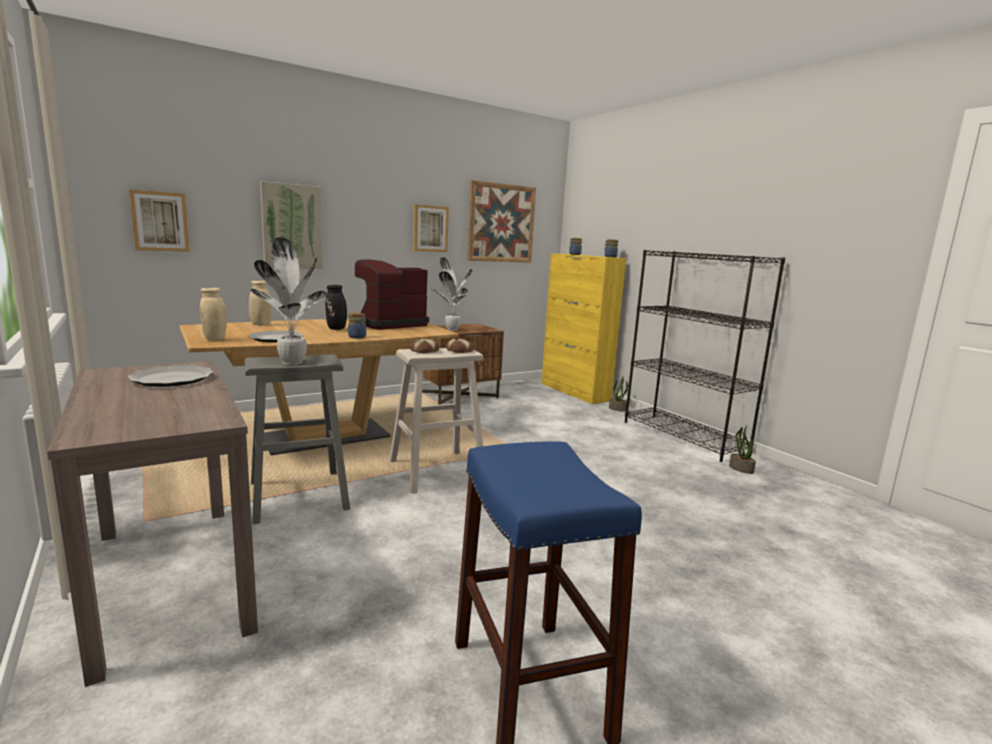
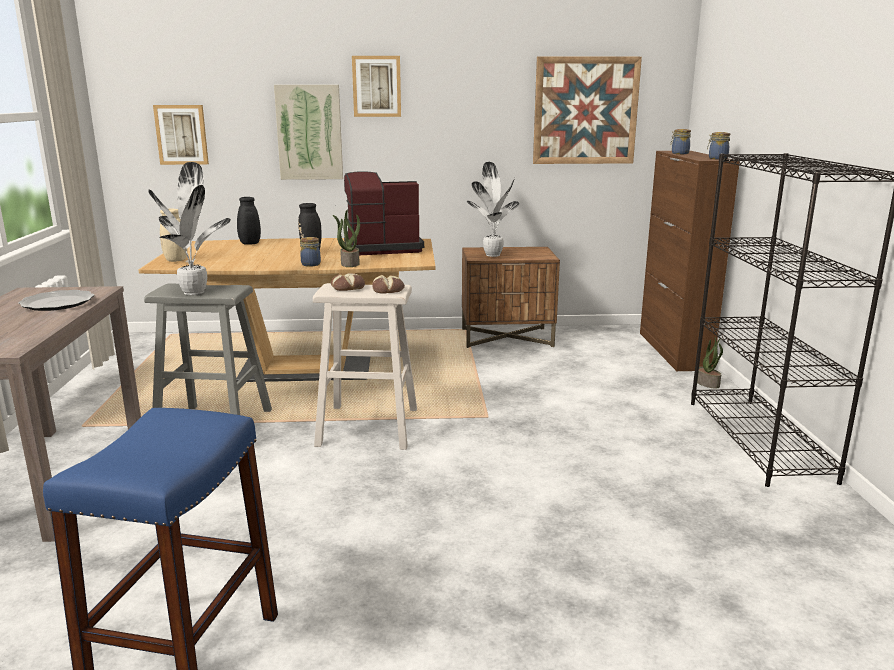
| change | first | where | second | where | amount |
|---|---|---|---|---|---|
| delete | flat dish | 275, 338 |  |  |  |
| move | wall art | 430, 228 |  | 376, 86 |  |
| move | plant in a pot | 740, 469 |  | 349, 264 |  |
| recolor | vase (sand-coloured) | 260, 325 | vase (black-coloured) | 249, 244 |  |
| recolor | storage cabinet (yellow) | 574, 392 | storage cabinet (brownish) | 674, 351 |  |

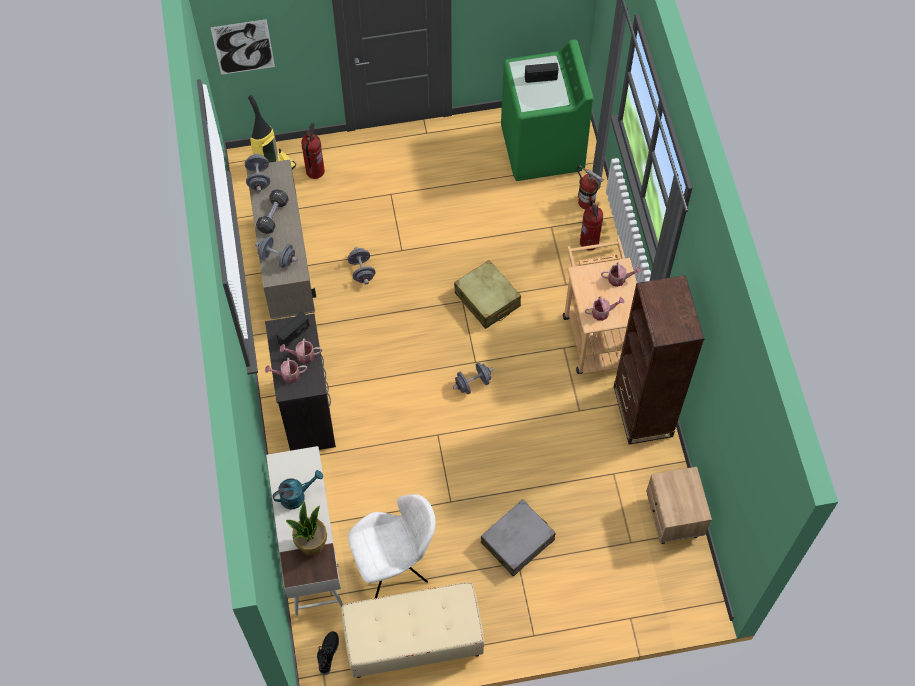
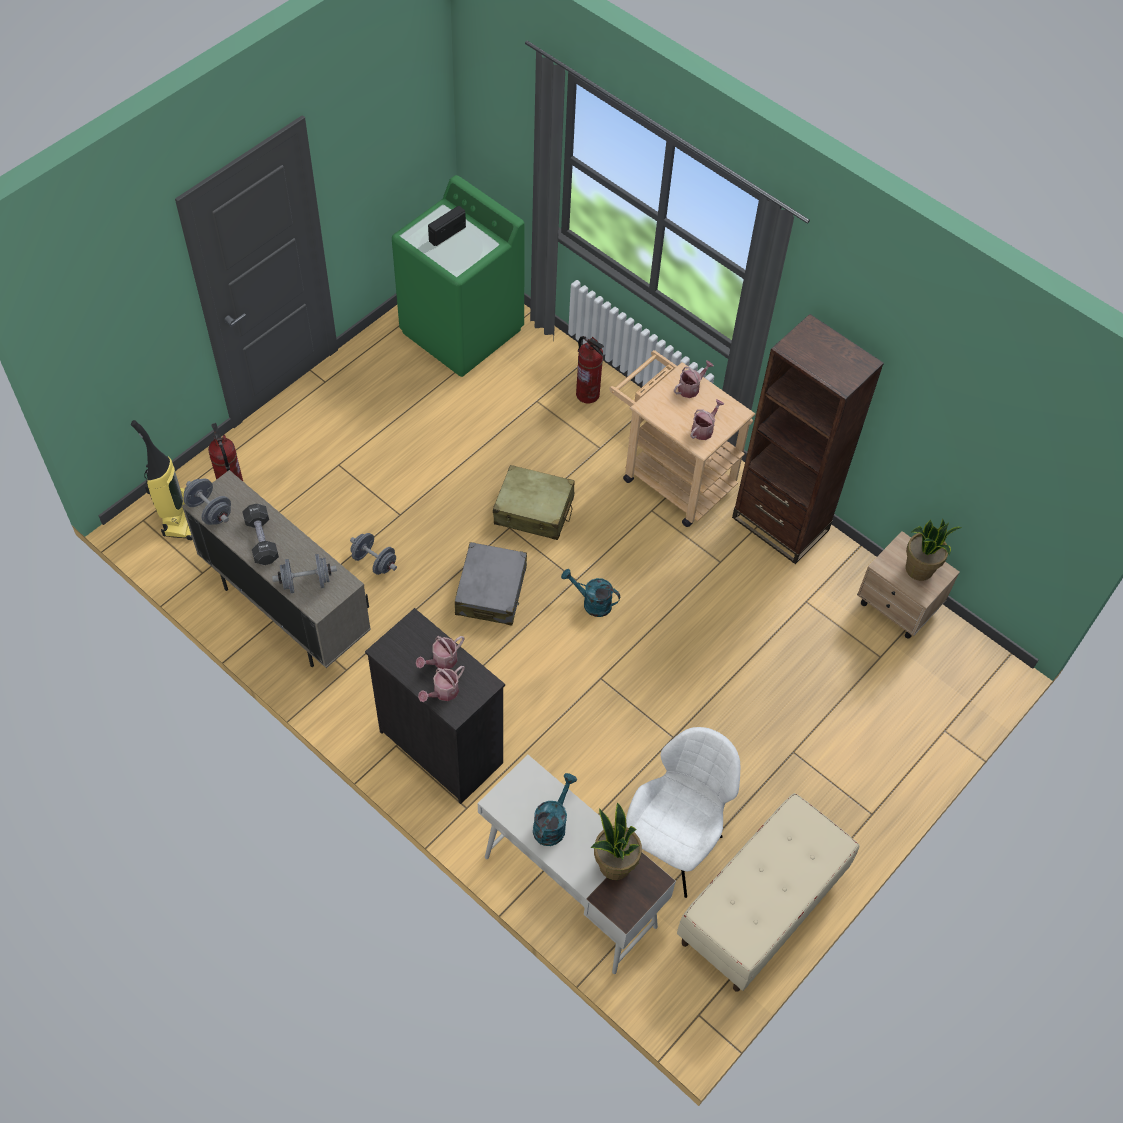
| change | first | where | second | where | amount |
|---|---|---|---|---|---|
| delete | wall art | 243, 47 |  |  |  |
| delete | radio receiver | 294, 334 |  |  |  |
| delete | high-top boot (black-coloured) | 328, 653 |  |  |  |
| delete | extinguisher | 586, 202 |  |  |  |
| insert |  |  | plant in a pot | 919, 569 |  |
| move | piece of luggage (gray) | 518, 541 |  | 491, 591 |  |
| replace | hand weight (gray) | 473, 383 | watering pot (turquoise) | 592, 603 |  |

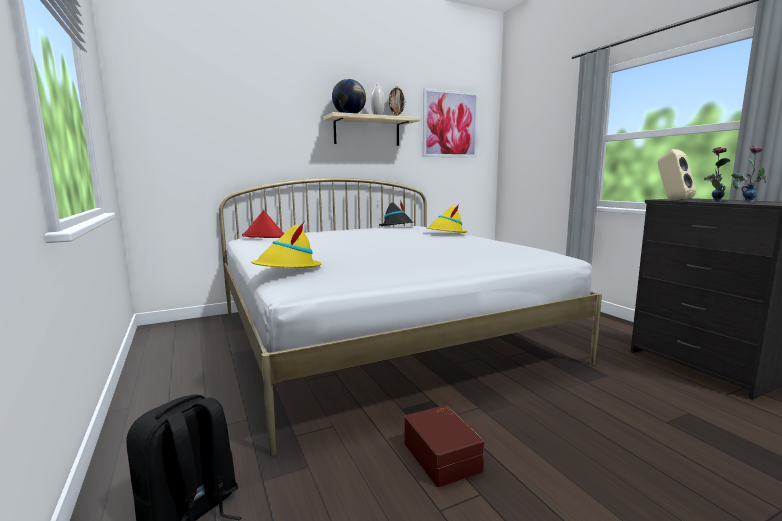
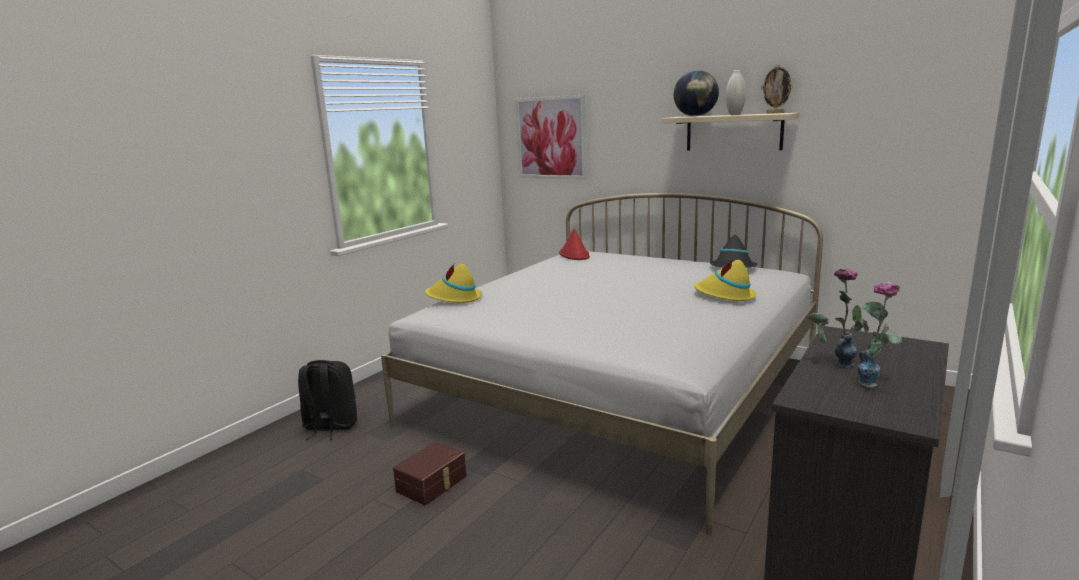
| change | first | where | second | where | amount |
|---|---|---|---|---|---|
| delete | loudspeaker (sand-coloured) | 672, 200 |  |  |  |
| move | wall art | 450, 124 |  | 551, 138 |  |

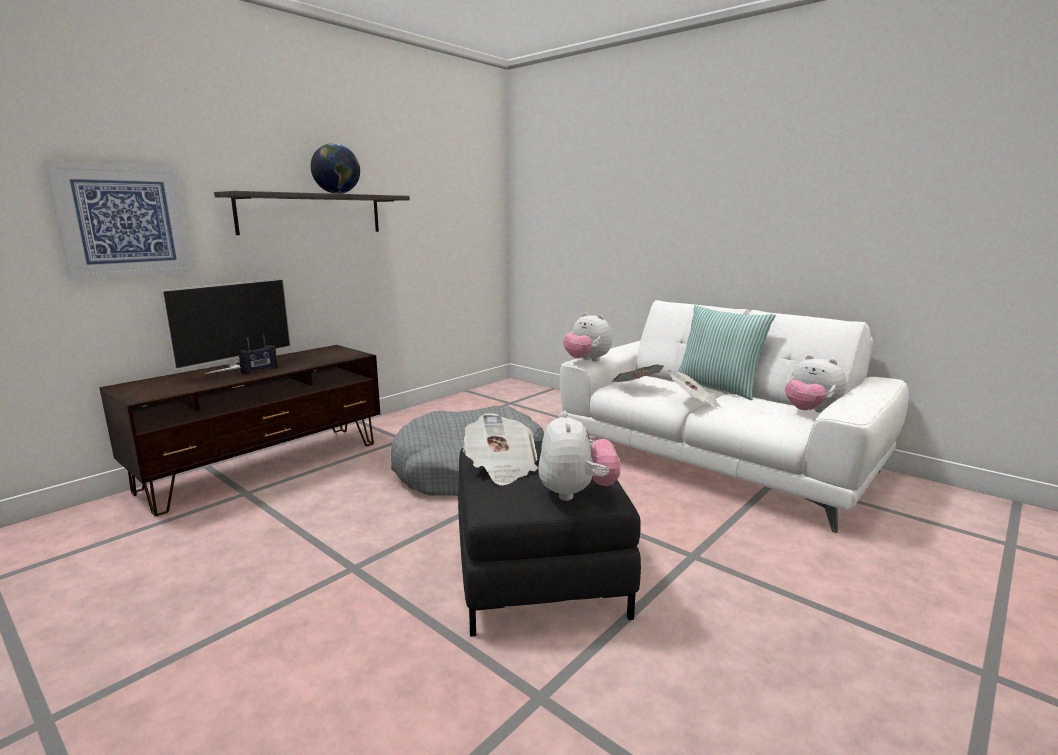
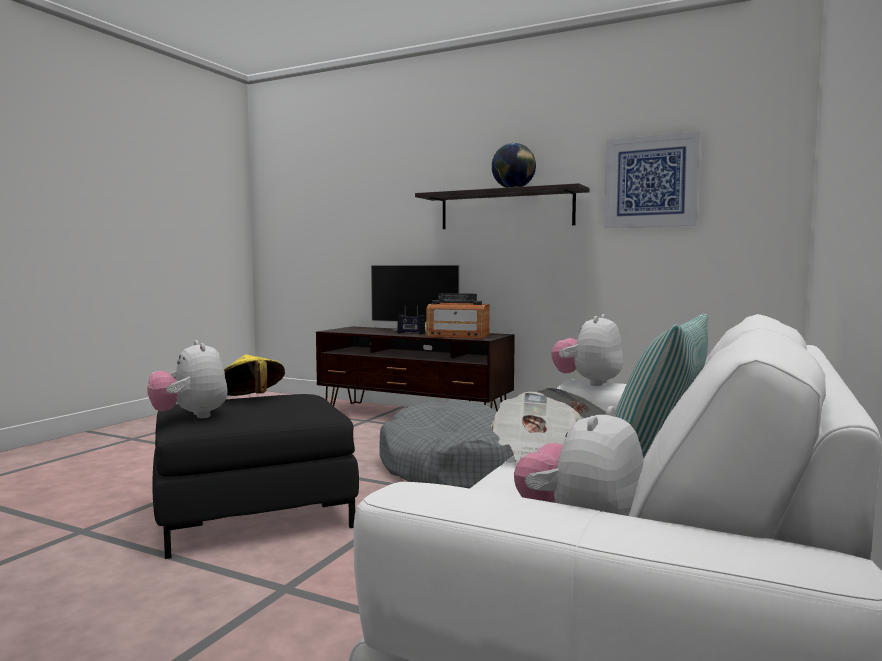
| change | first | where | second | where | amount |
|---|---|---|---|---|---|
| insert |  |  | radio receiver | 457, 336 |  |
| move | wall art | 124, 221 |  | 650, 182 |  |
| replace | daily paper | 501, 468 | wearable hat (yellow) | 250, 399 |  |
| rotate | cuddly toy | 576, 493 |  | 190, 416 | 75 degrees clockwise |

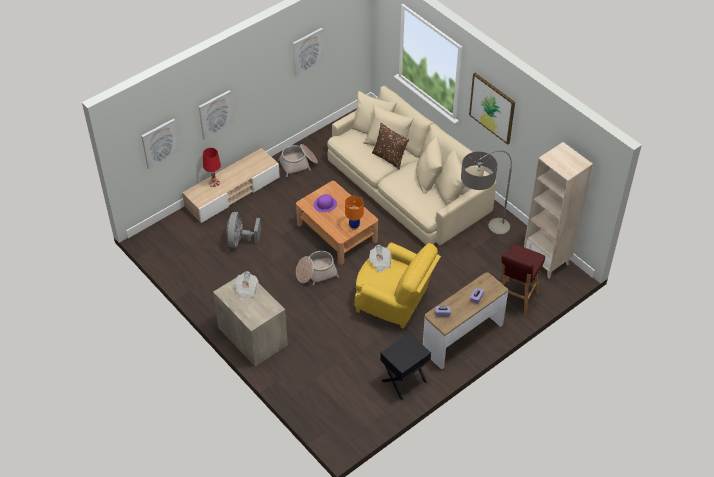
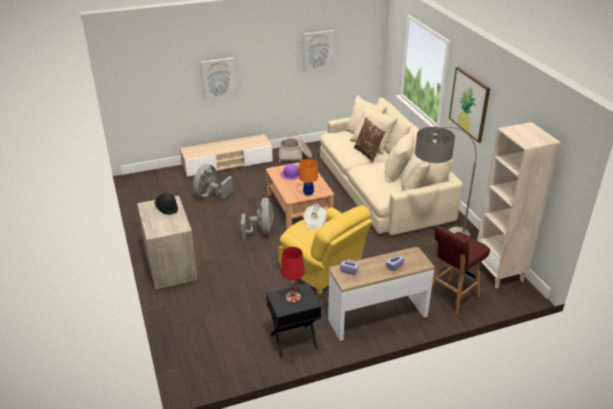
| change | first | where | second | where | amount |
|---|---|---|---|---|---|
| delete | wall art | 160, 143 |  |  |  |
| move | table lamp (red-coloured) | 214, 182 |  | 292, 297 |  |
| replace | daily paper | 246, 290 | wearable hat (black-coloured) | 167, 208 |  |
| replace | basket | 316, 273 | fan (gray) | 261, 231 |  |

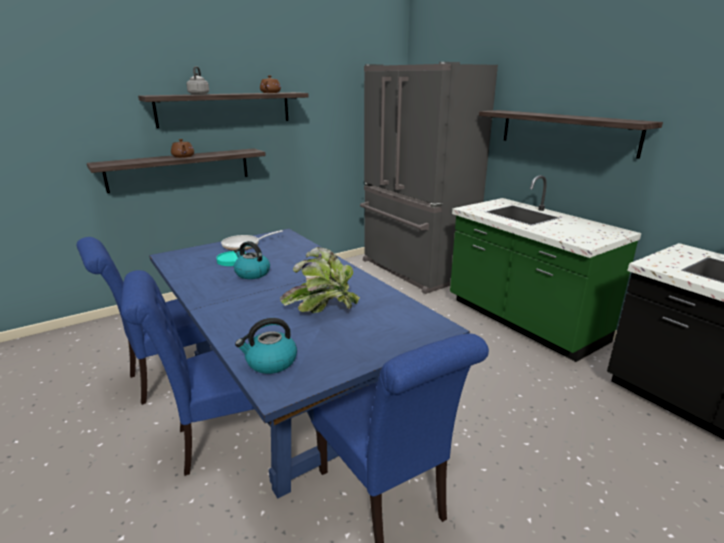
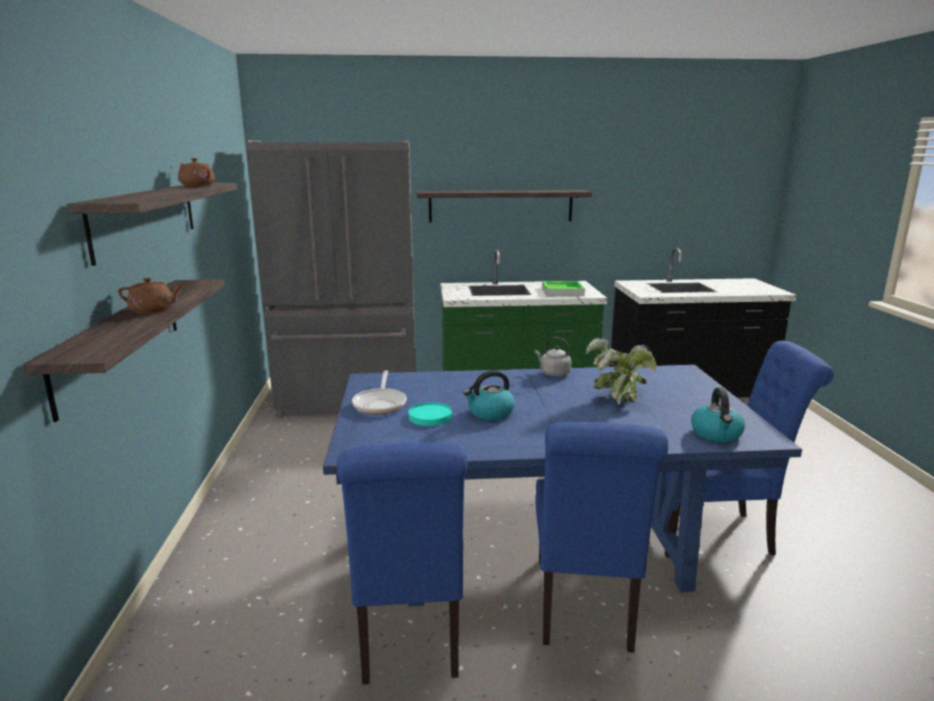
| change | first | where | second | where | amount |
|---|---|---|---|---|---|
| insert |  |  | tray | 562, 292 |  |
| move | water kettle (gray) | 199, 94 |  | 553, 373 |  |

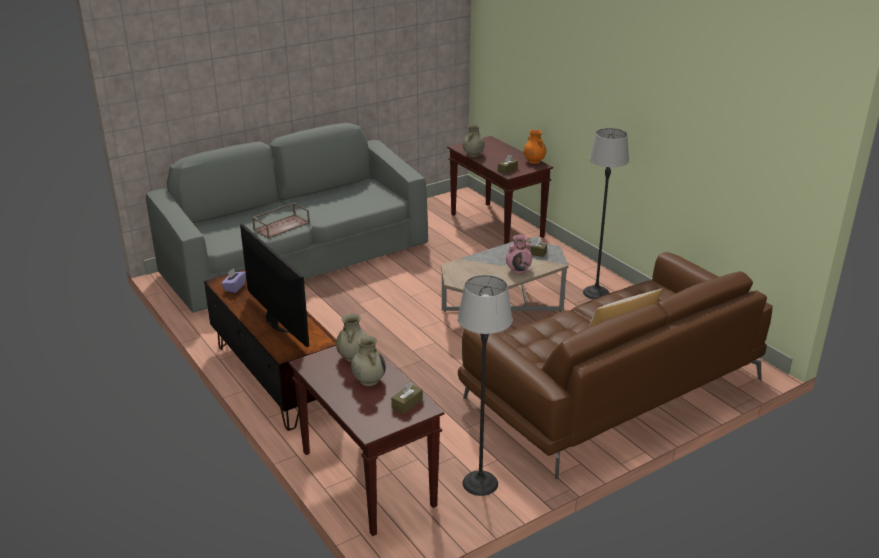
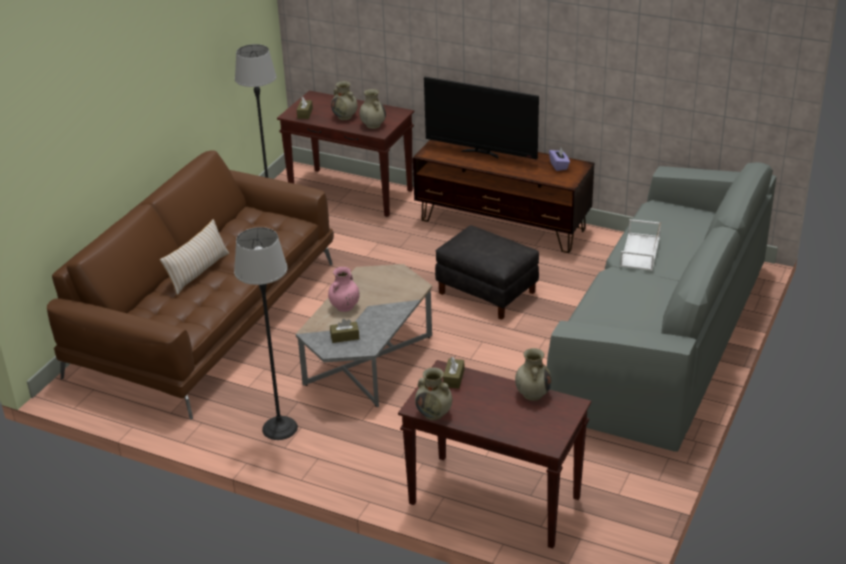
| change | first | where | second | where | amount |
|---|---|---|---|---|---|
| insert |  |  | pouffe (black-coloured) | 487, 292 |  |
| recolor | tray (brownish) | 282, 226 | tray (whitish) | 640, 252 |  |
| recolor | vase (orange-coloured) | 534, 161 | vase (sand-coloured) | 434, 413 |  |

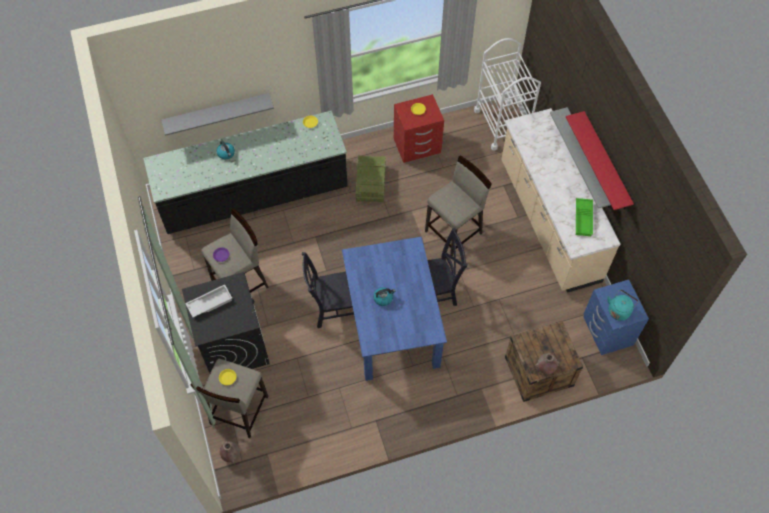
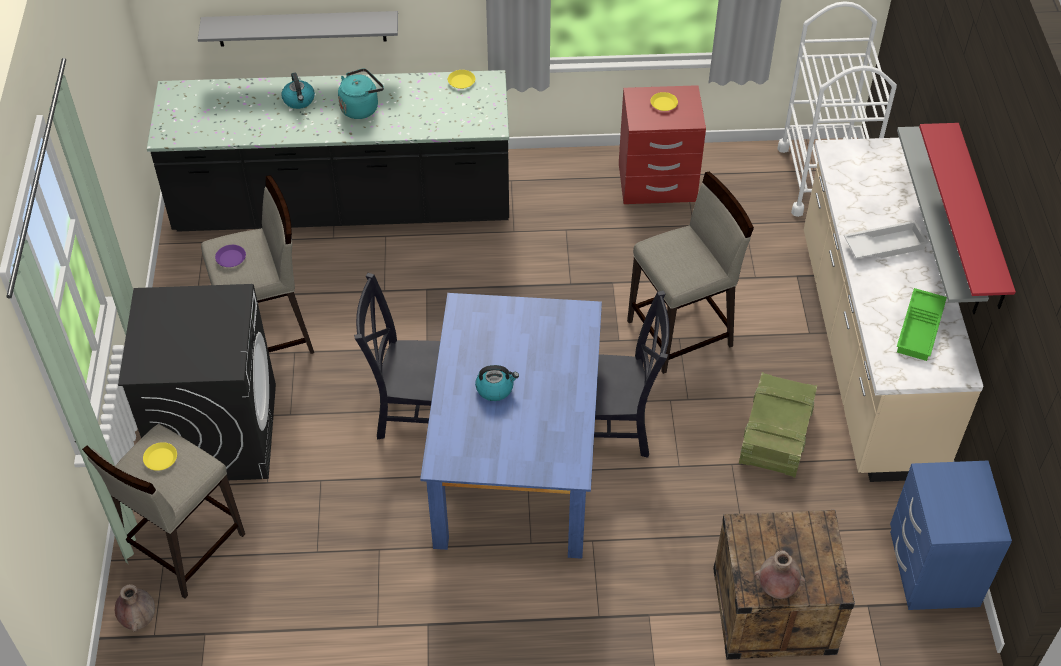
| change | first | where | second | where | amount |
|---|---|---|---|---|---|
| move | tray (whitish) | 210, 302 |  | 884, 245 |  |
| move | shipping crate | 371, 185 |  | 775, 437 |  |
| move | water kettle (turquoise) | 619, 310 |  | 361, 107 |  |

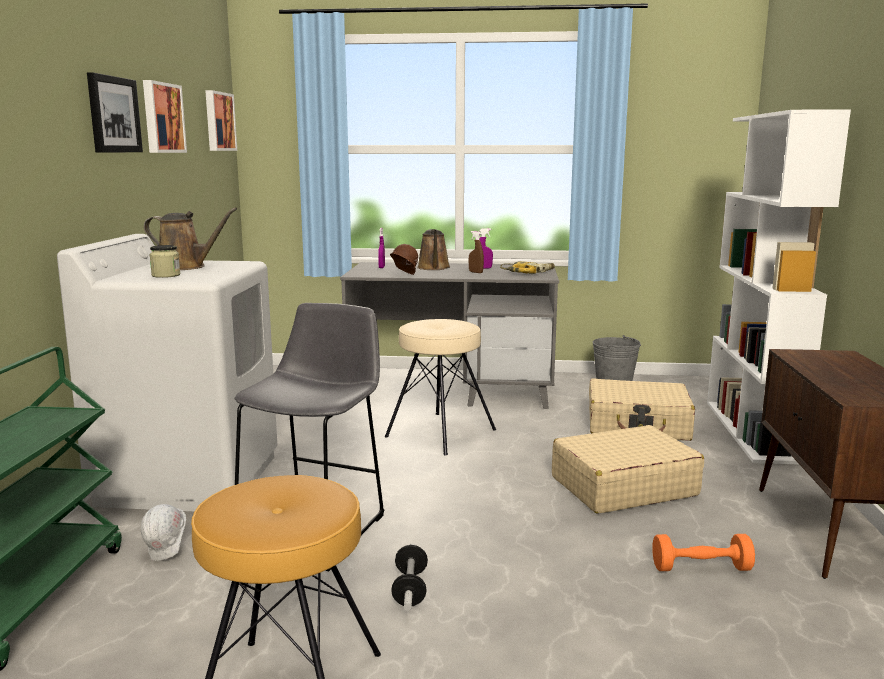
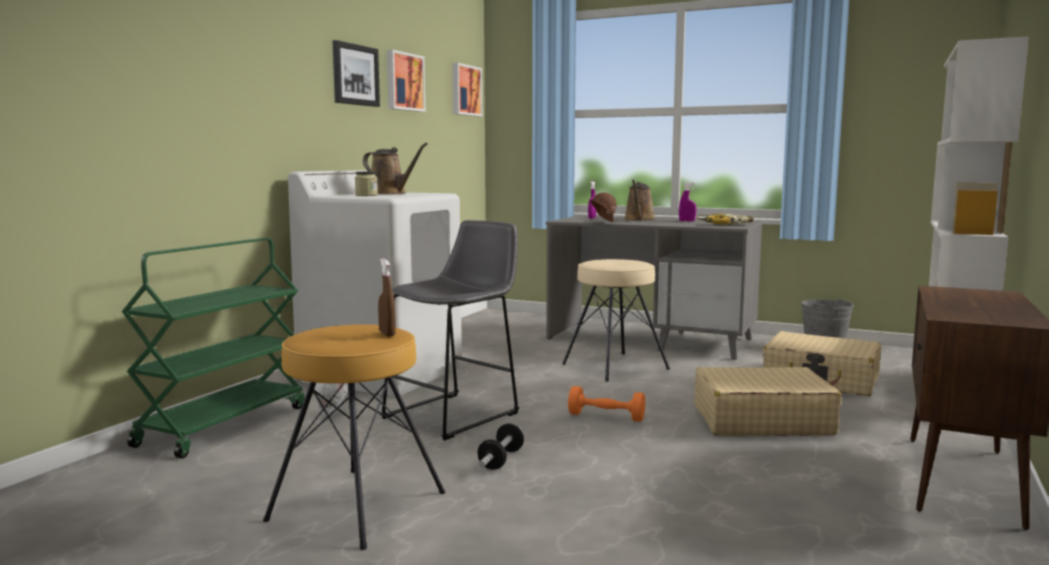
| change | first | where | second | where | amount |
|---|---|---|---|---|---|
| move | sprayer (brownish) | 475, 272 |  | 387, 334 |  |
| move | hand weight (orange-coloured) | 701, 568 |  | 606, 417 |  |

